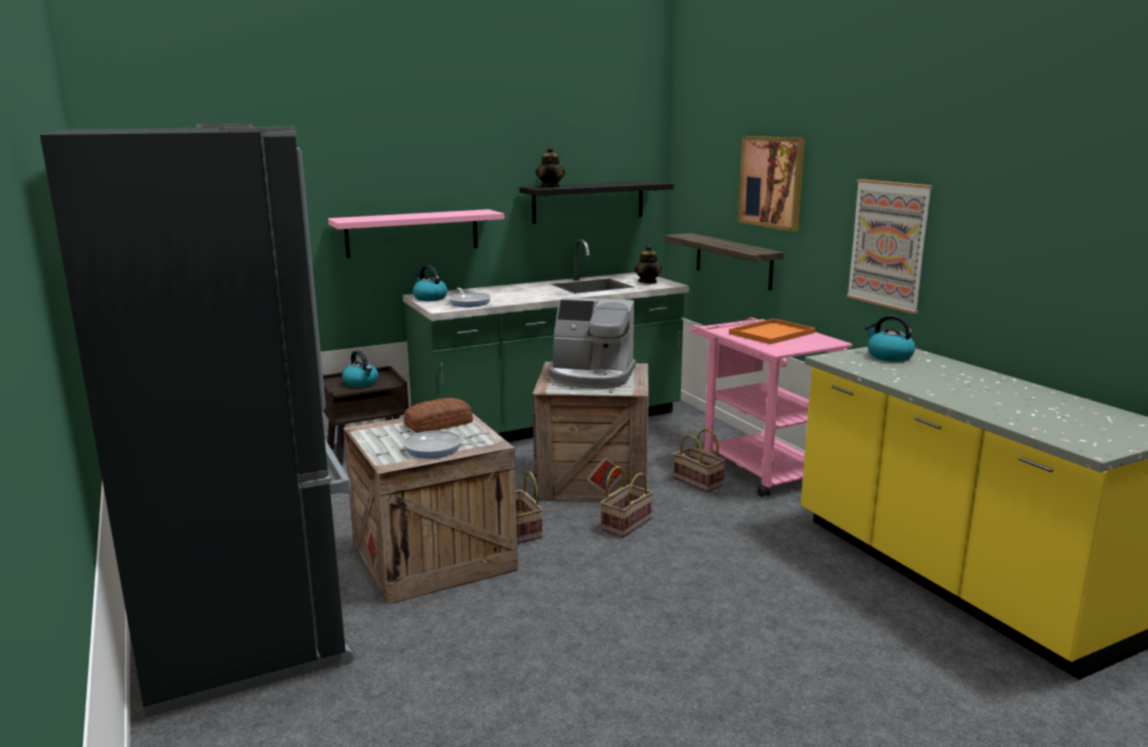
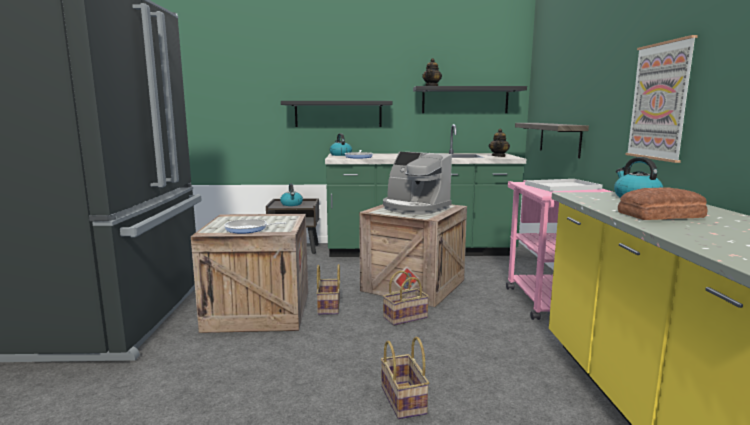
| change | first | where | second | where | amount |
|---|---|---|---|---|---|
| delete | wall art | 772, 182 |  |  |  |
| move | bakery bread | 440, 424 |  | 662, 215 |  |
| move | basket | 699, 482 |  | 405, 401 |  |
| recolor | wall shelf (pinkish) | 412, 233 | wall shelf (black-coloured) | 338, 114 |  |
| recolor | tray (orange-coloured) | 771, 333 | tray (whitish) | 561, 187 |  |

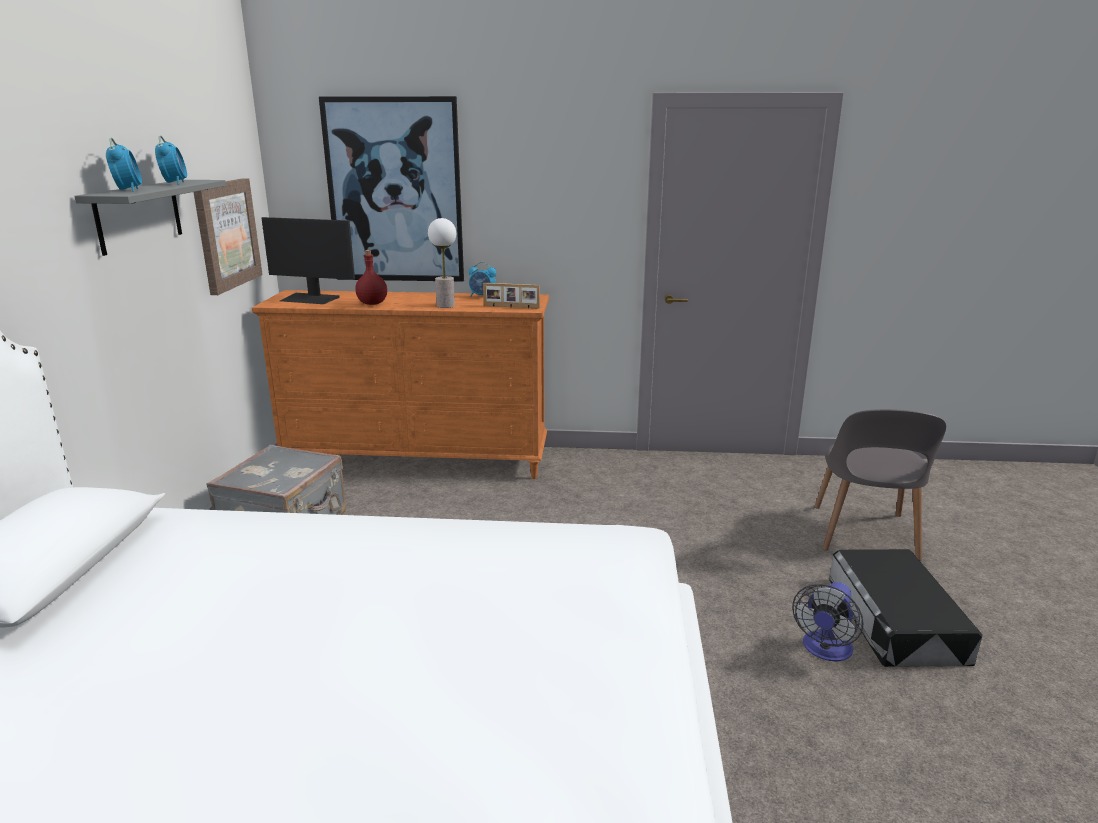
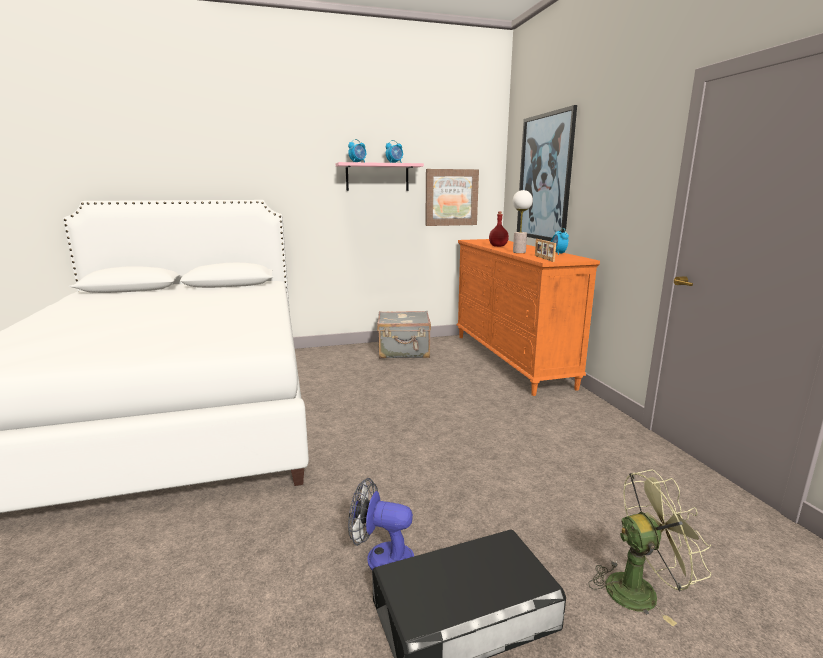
| change | first | where | second | where | amount |
|---|---|---|---|---|---|
| delete | computer screen | 310, 299 |  |  |  |
| replace | chair (gray) | 864, 535 | fan (greenish) | 640, 589 |  |
| recolor | wall shelf (gray) | 139, 215 | wall shelf (pinkish) | 377, 177 |  |

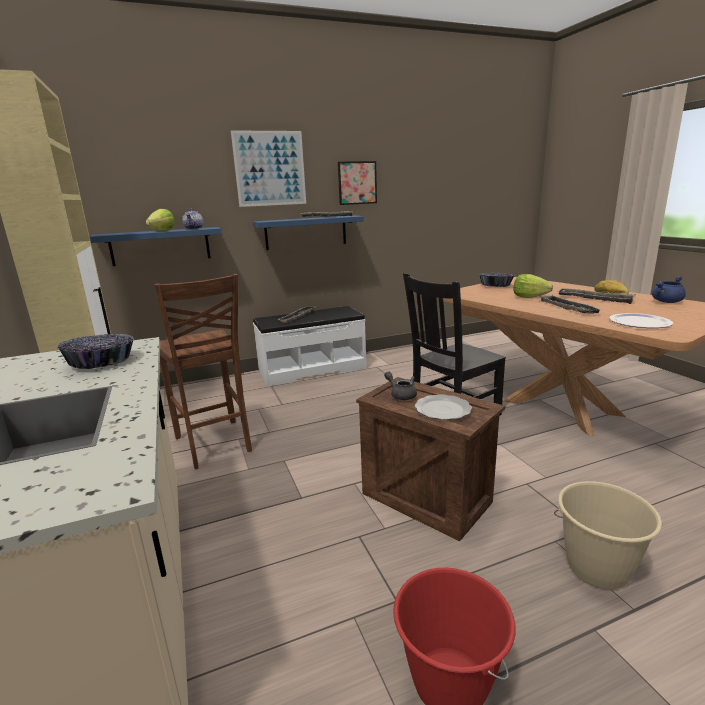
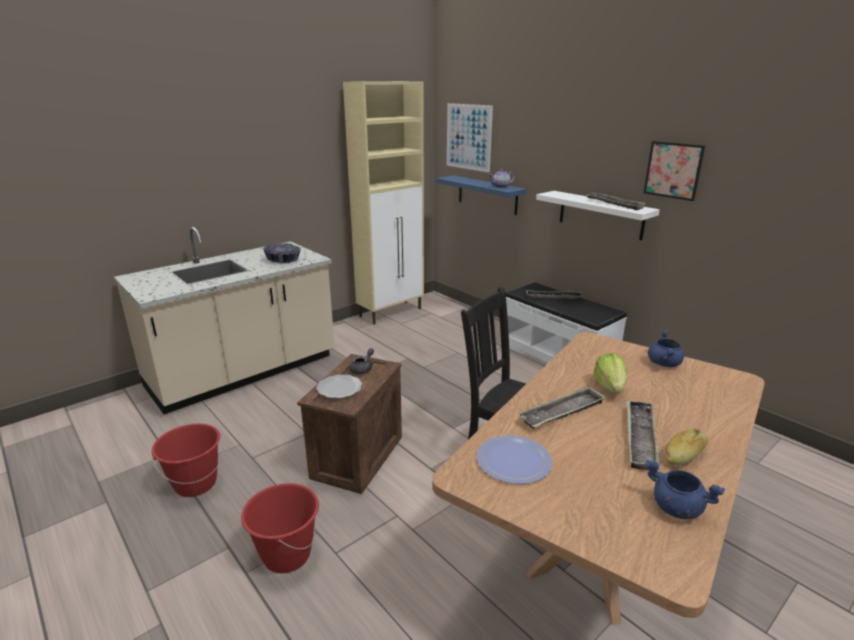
| change | first | where | second | where | amount |
|---|---|---|---|---|---|
| delete | head of lettuce | 162, 231 |  |  |  |
| delete | chair (brownish) | 214, 445 |  |  |  |
| move | wall art | 270, 169 |  | 468, 137 |  |
| replace | serving bowl | 496, 286 | stockpot (blue-coloured) | 664, 364 |  |
| recolor | wall shelf (blue-coloured) | 306, 232 | wall shelf (whitish) | 600, 215 |  |
| recolor | pail (sand-coloured) | 597, 569 | pail (red-coloured) | 286, 555 |  |

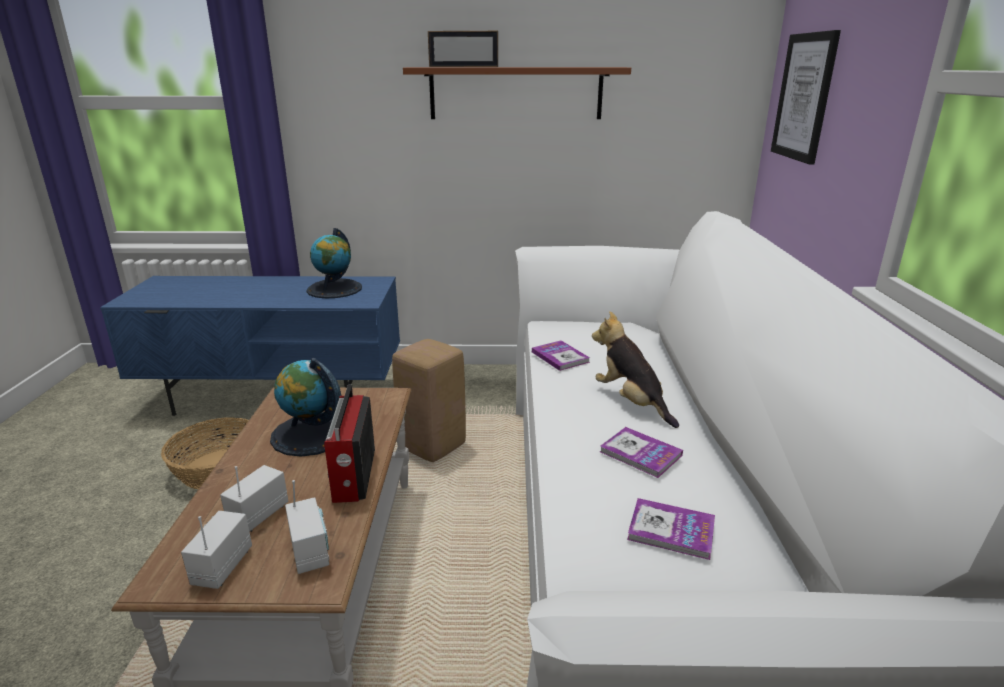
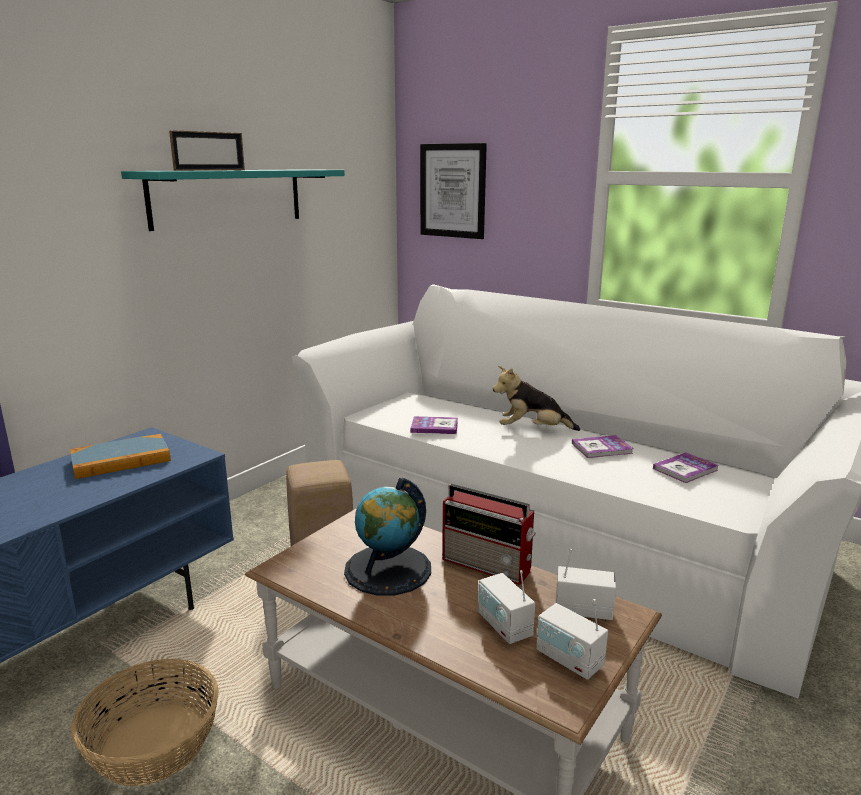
| change | first | where | second | where | amount |
|---|---|---|---|---|---|
| replace | desk globe | 334, 289 | volume | 121, 460 |  |
| recolor | wall shelf (brownish) | 516, 93 | wall shelf (turquoise) | 228, 197 |  |

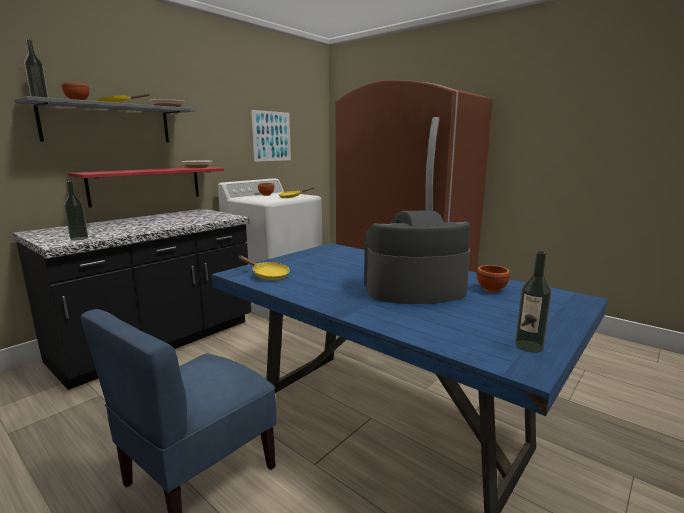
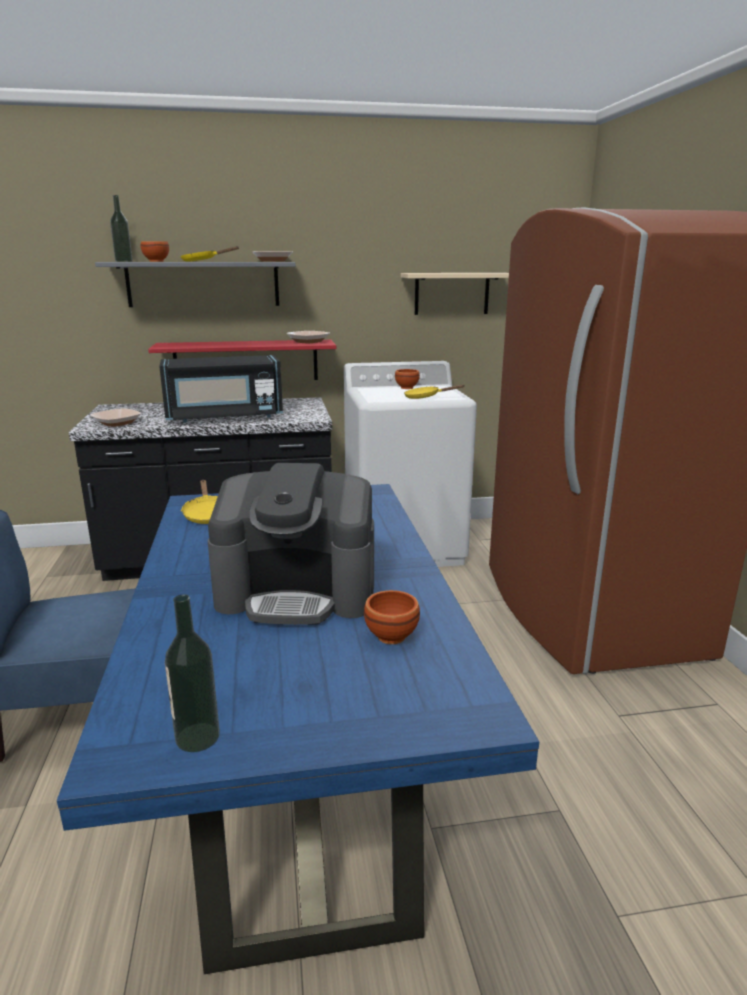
| change | first | where | second | where | amount |
|---|---|---|---|---|---|
| insert |  |  | kitchen microwave (black-coloured) | 224, 417 |  |
| replace | drink bottle | 79, 238 | serving bowl | 117, 423 |  |
| replace | wall art | 271, 136 | wall shelf (sand-coloured) | 451, 293 |  |
| rotate | coffee brewer | 413, 289 |  | 298, 592 | 150 degrees clockwise |

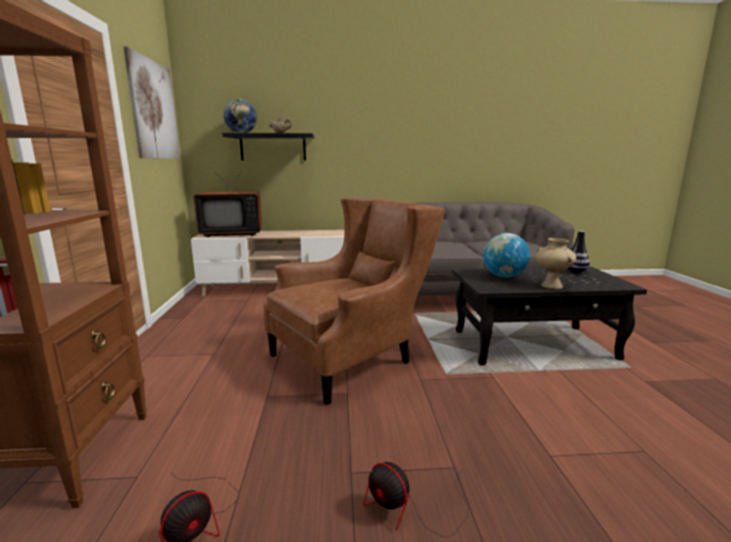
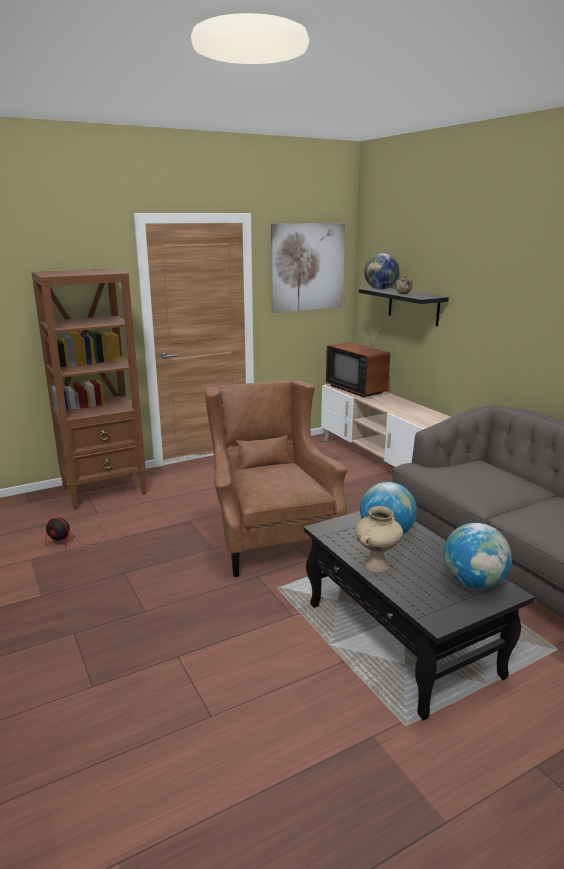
| change | first | where | second | where | amount |
|---|---|---|---|---|---|
| delete | fan | 411, 509 |  |  |  |
| replace | vase | 575, 272 | desk globe | 473, 583 |  |
| rotate | armchair (brownish) | 352, 357 |  | 270, 535 | 135 degrees counterclockwise |

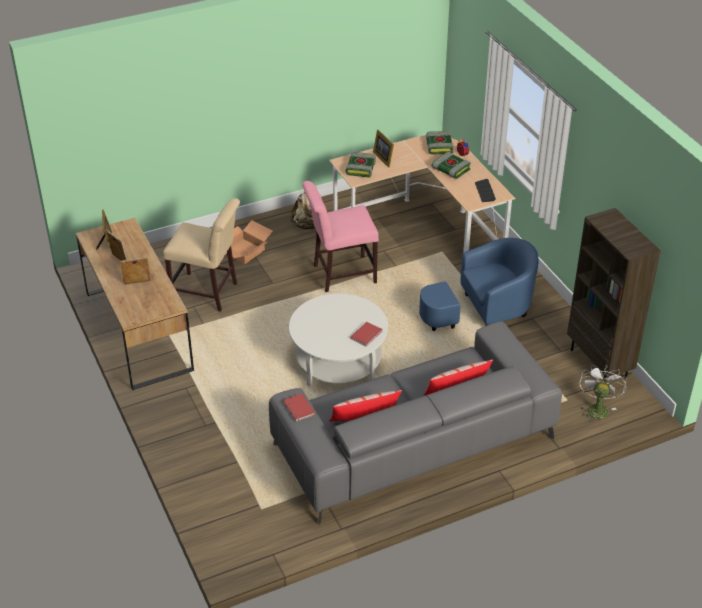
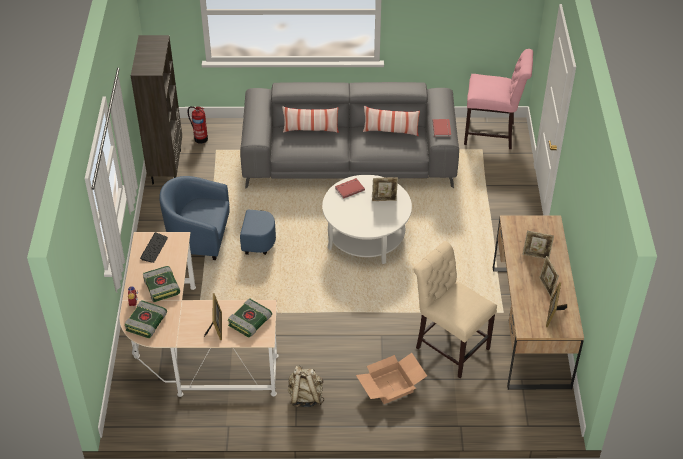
| change | first | where | second | where | amount |
|---|---|---|---|---|---|
| insert |  |  | picture frame | 384, 200 |  |
| move | chair (pinkish) | 340, 274 |  | 492, 134 |  |
| replace | fan (whitish) | 597, 408 | extinguisher | 200, 138 |  |

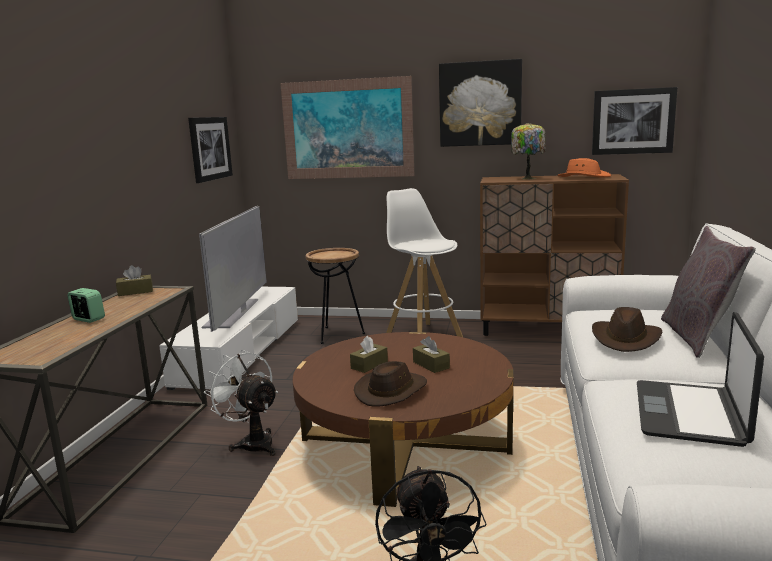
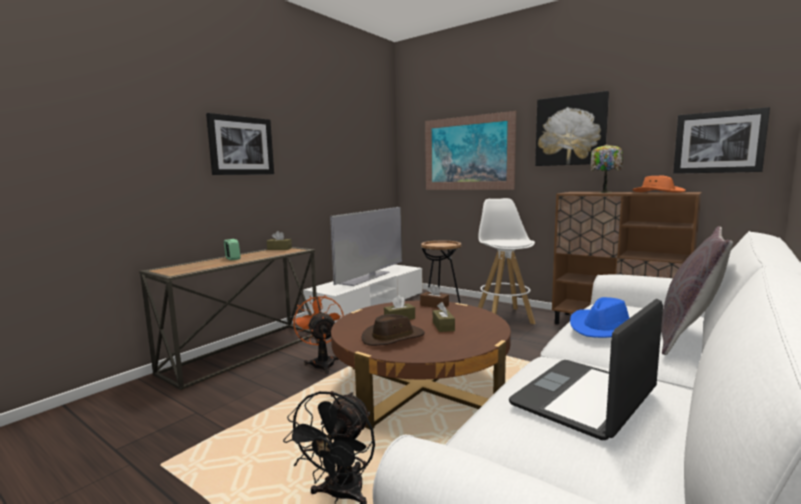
| change | first | where | second | where | amount |
|---|---|---|---|---|---|
| insert |  |  | tissue holder (brownish) | 434, 305 |  |
| move | wall art | 210, 148 |  | 241, 146 |  |
| recolor | fan (whitish) | 252, 442 | fan (orange-coloured) | 322, 362 |  |
| recolor | wearable hat (brownish) | 626, 339 | wearable hat (blue-coloured) | 606, 328 |  |

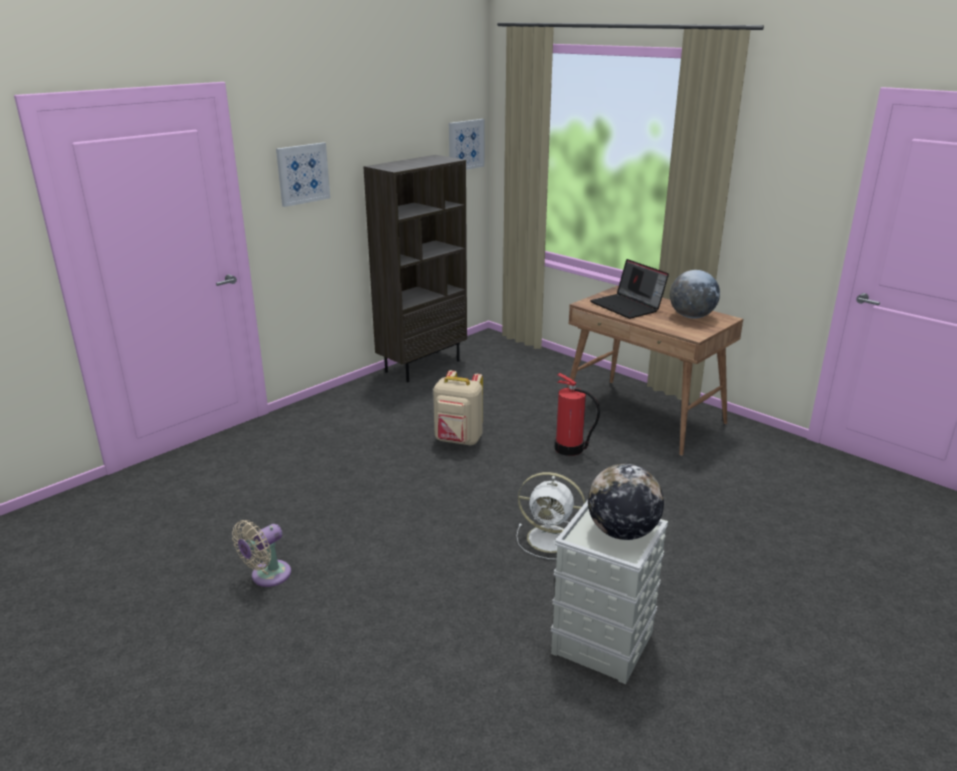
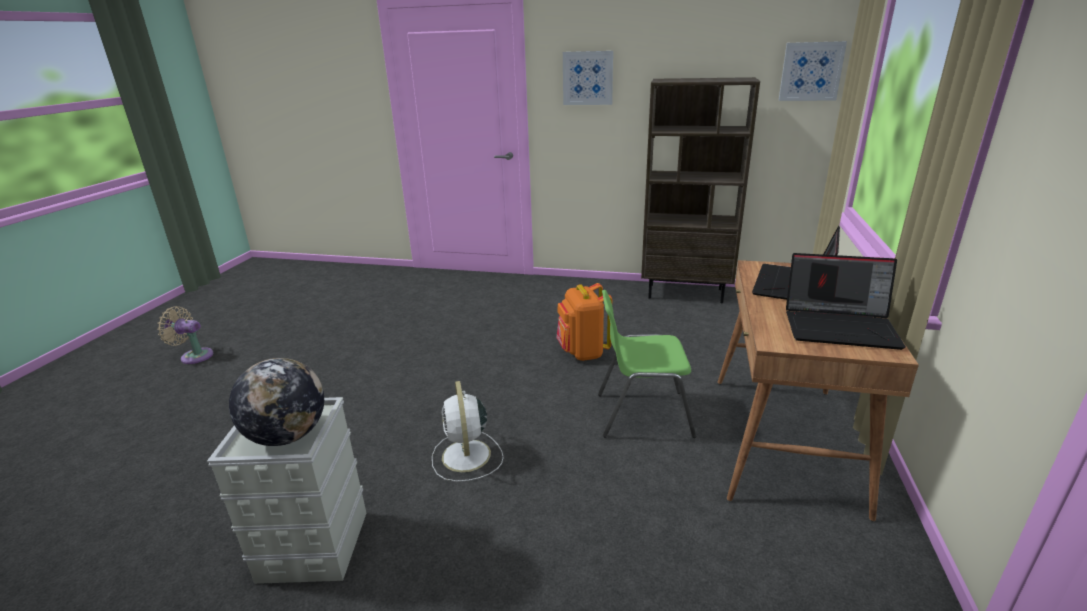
| change | first | where | second | where | amount |
|---|---|---|---|---|---|
| move | fan (sand-coloured) | 267, 576 |  | 194, 356 |  |
| replace | extinguisher | 570, 449 | chair (greenish) | 642, 414 |  |
| replace | desk globe | 691, 316 | notebook computer | 841, 327 |  |
| recolor | knapsack (sand-coloured) | 458, 441 | knapsack (orange-coloured) | 583, 352 |  |

